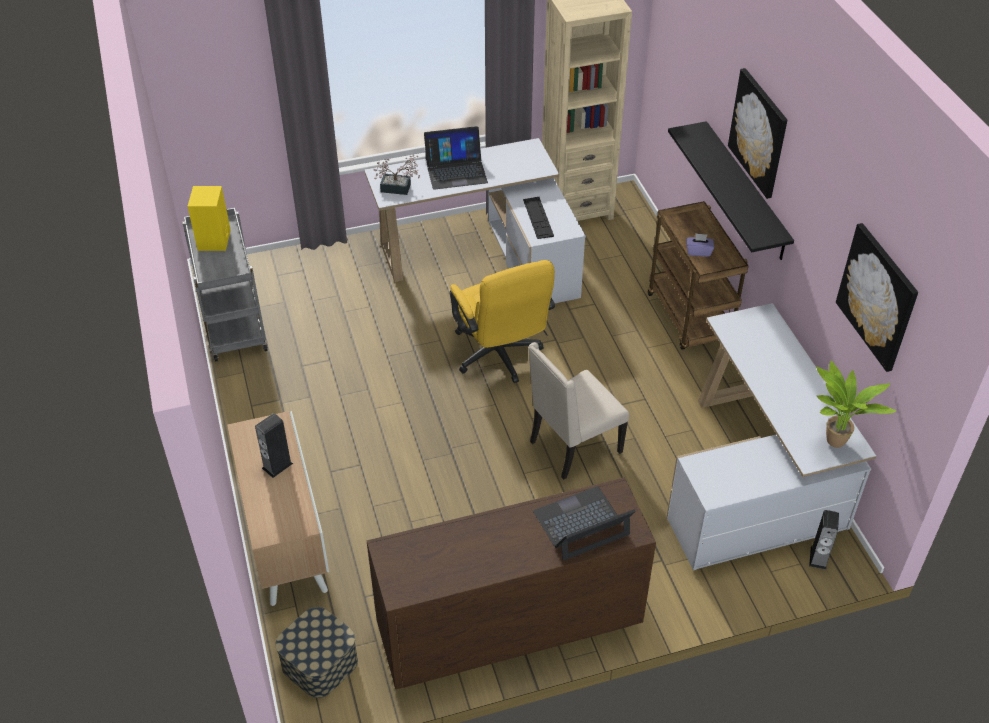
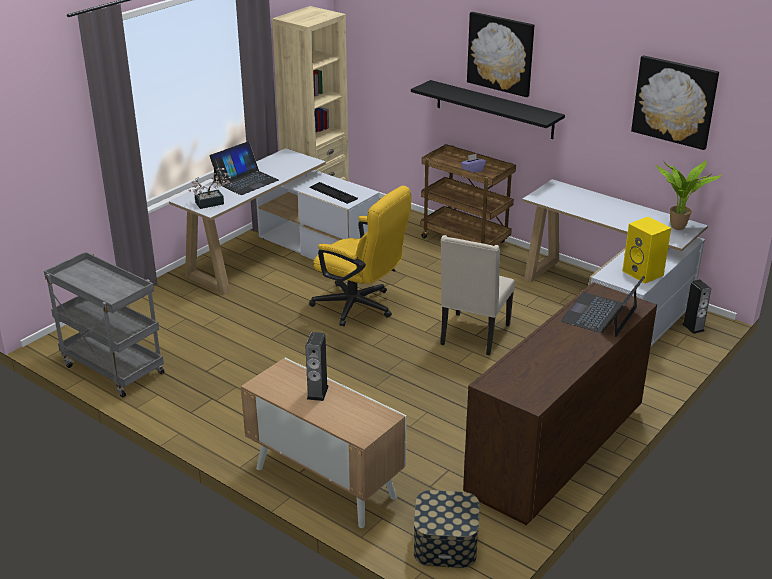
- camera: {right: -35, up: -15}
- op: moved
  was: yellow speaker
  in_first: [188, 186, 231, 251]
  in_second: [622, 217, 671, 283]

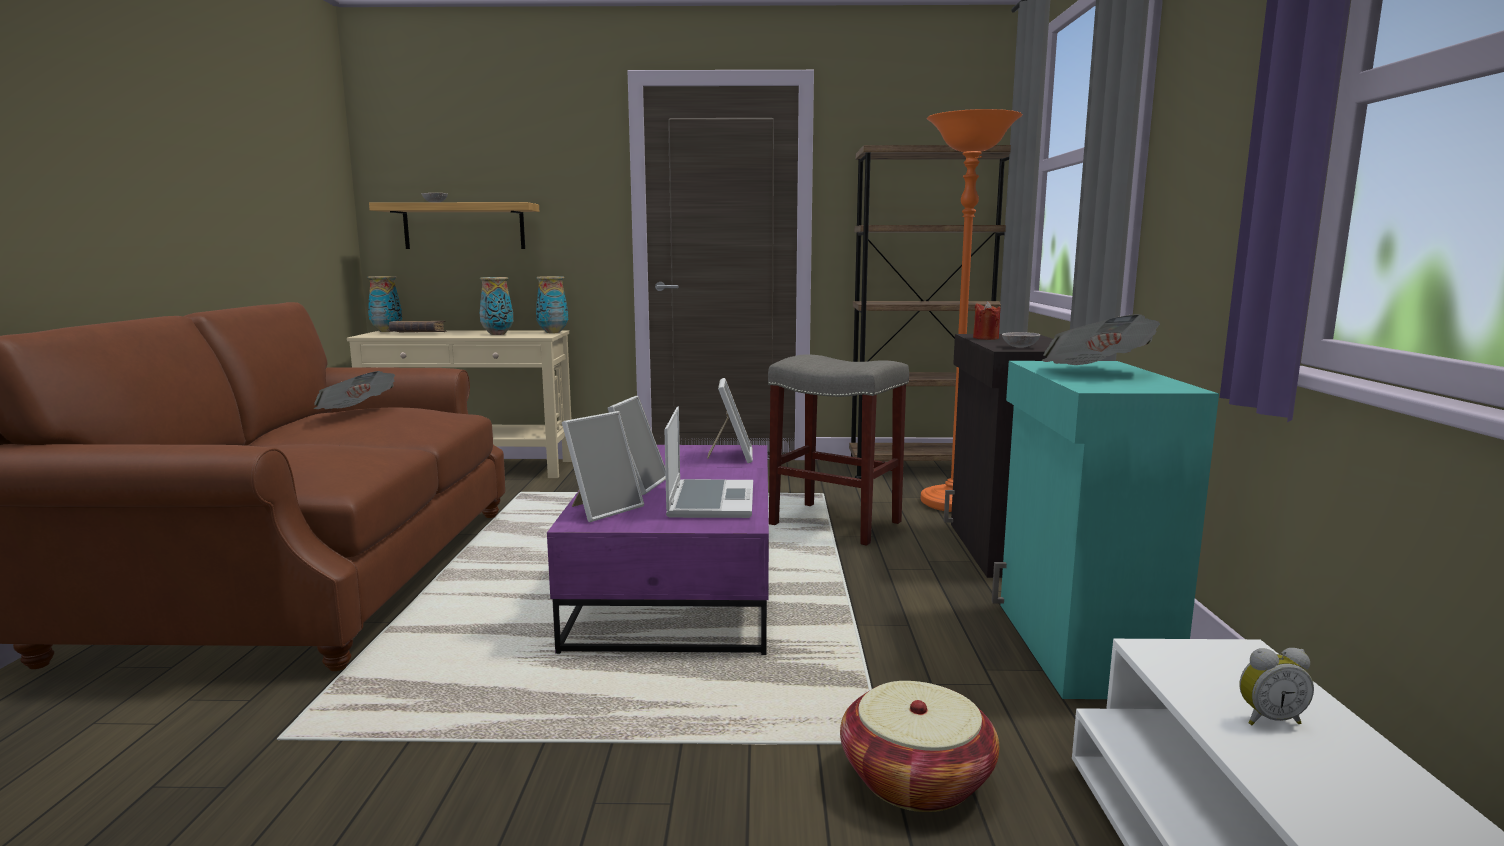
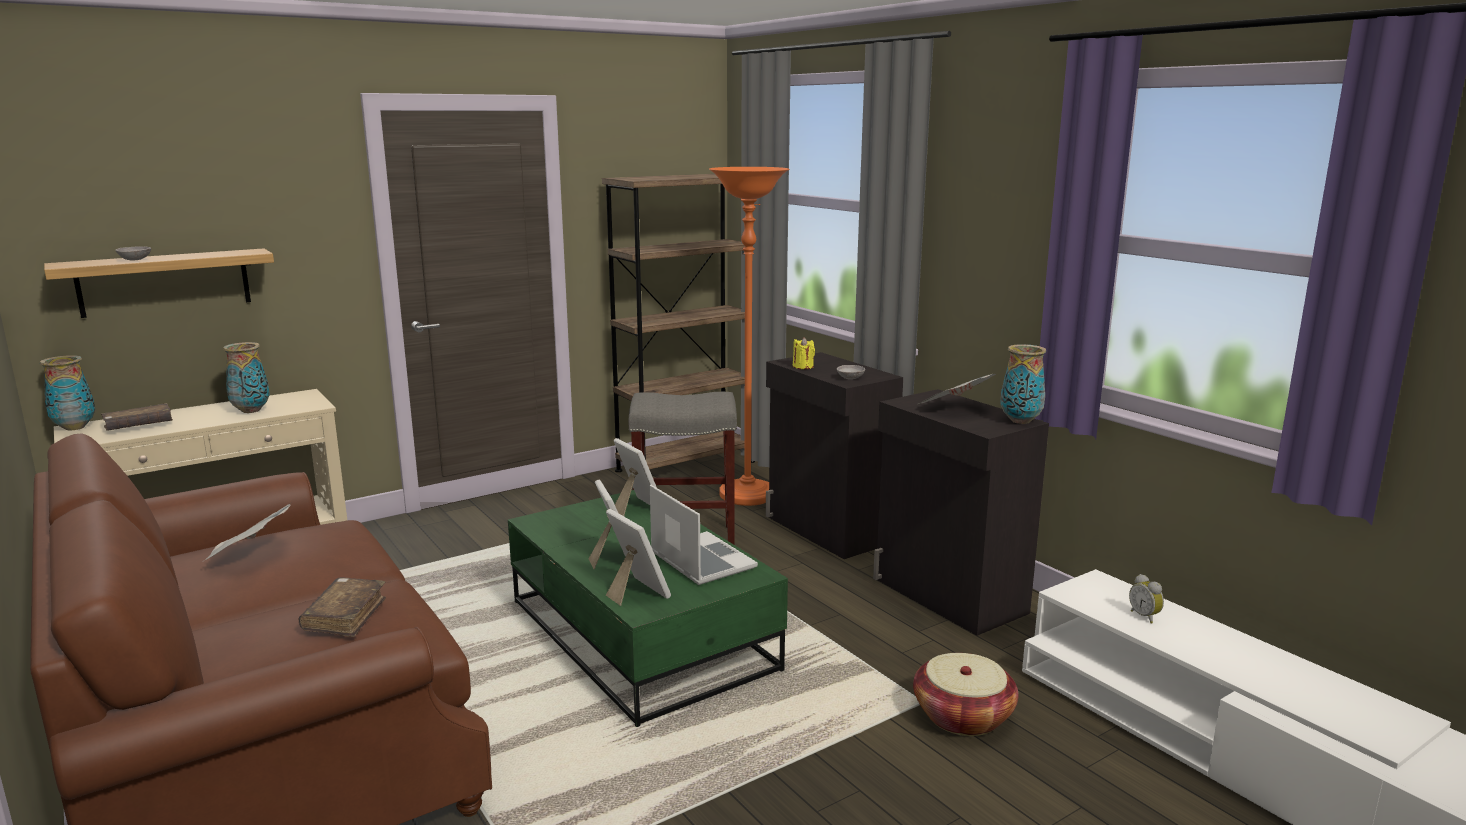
- camera: {right: -35, up: 5}
- op: moved
  was: vase
  in_first: [536, 276, 568, 333]
  in_second: [1000, 344, 1046, 424]
- op: recoloured
  was: purple coffee table
  now: green coffee table
  in_first: [547, 445, 769, 655]
  in_second: [508, 490, 788, 727]
- op: turned
  was: picture frame
  in_first: [562, 411, 644, 522]
  in_second: [606, 509, 671, 606]
  clockwise: -45
- op: recoloured
  was: red candle
  now: yellow candle
  in_first: [973, 301, 1000, 340]
  in_second: [793, 337, 815, 369]
- op: recoloured
  was: turquoise cabinet
  now: black cabinet
  in_first: [992, 361, 1219, 699]
  in_second: [873, 389, 1049, 636]
- op: turned
  was: alarm clock
  in_first: [1239, 648, 1314, 725]
  in_second: [1129, 574, 1164, 623]
  clockwise: 105
- op: added
  now: brown book
  in_second: [299, 577, 386, 637]

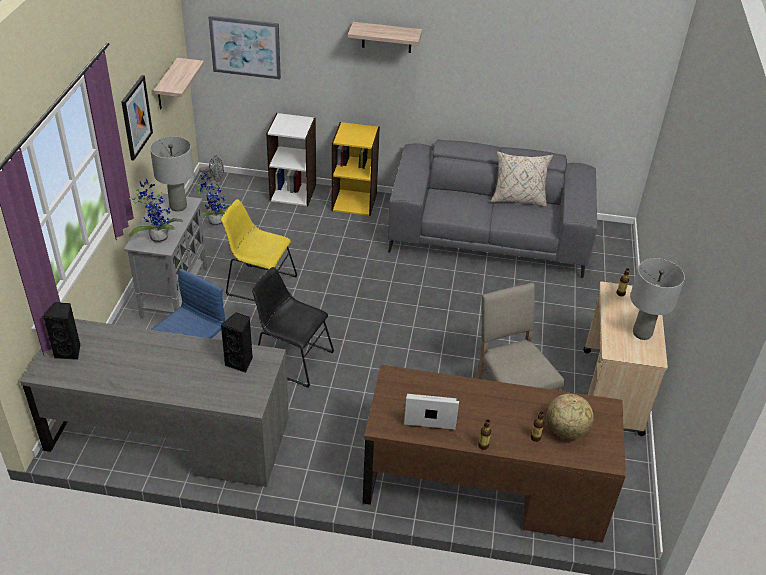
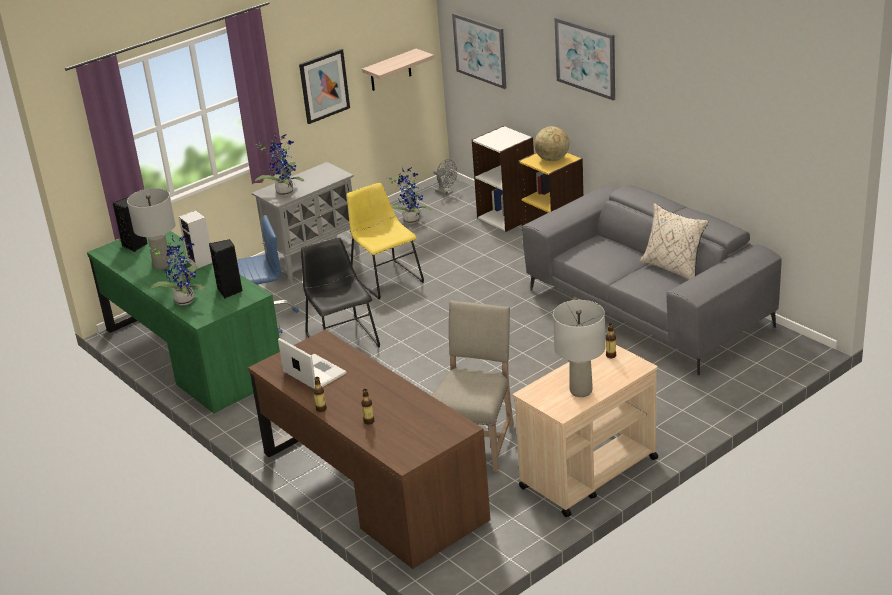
- camera: {right: 45, up: -10}
- op: recoloured
  was: grey desk
  now: green desk
  in_first: [20, 319, 289, 487]
  in_second: [87, 231, 280, 413]
- op: moved
  was: grey table lamp
  in_first: [150, 137, 194, 212]
  in_second: [127, 188, 175, 269]
- op: replaced
  was: shelf
  now: picture
  in_first: [348, 22, 422, 53]
  in_second: [555, 17, 615, 100]
- op: moved
  was: globe
  in_first: [547, 394, 594, 440]
  in_second: [534, 126, 570, 161]
- op: added
  now: potted plant
  in_second: [150, 235, 206, 305]
- op: added
  now: speaker
  in_second: [178, 210, 212, 269]

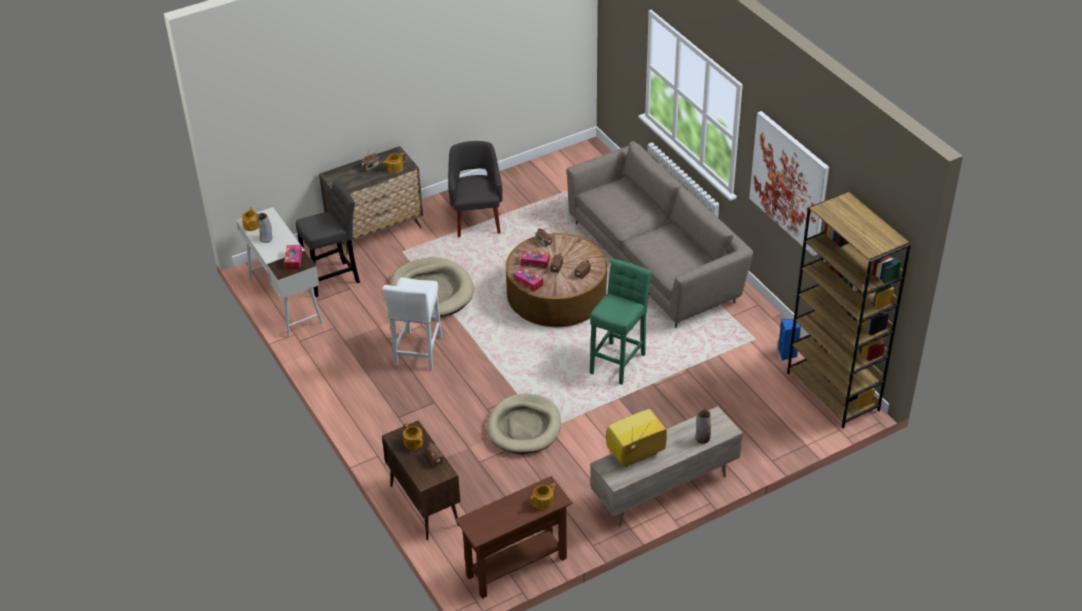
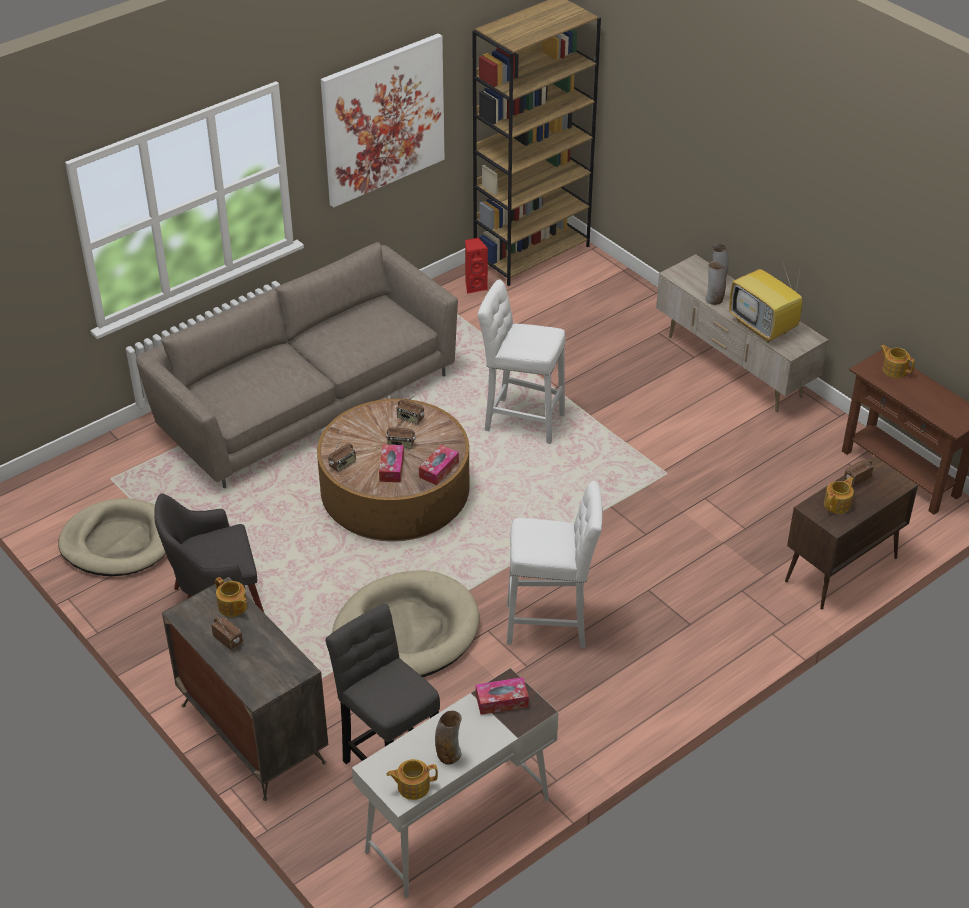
- camera: {right: -100, up: 0}
- op: moved
  was: beige dog bed
  in_first: [487, 394, 561, 454]
  in_second: [59, 498, 166, 576]
- op: recoloured
  was: green stool
  now: white stool
  in_first: [590, 259, 652, 385]
  in_second: [478, 279, 565, 444]
- op: recoloured
  was: blue speaker
  now: red speaker
  in_first: [778, 319, 801, 361]
  in_second: [465, 238, 488, 294]
- op: added
  now: vase
  in_second: [705, 261, 726, 305]

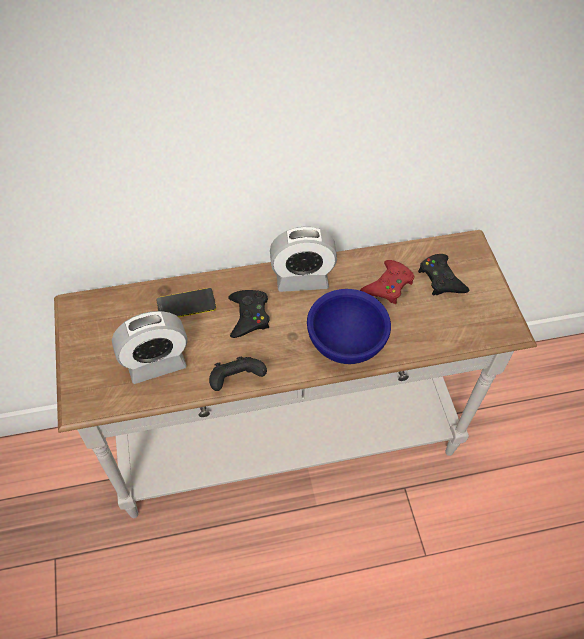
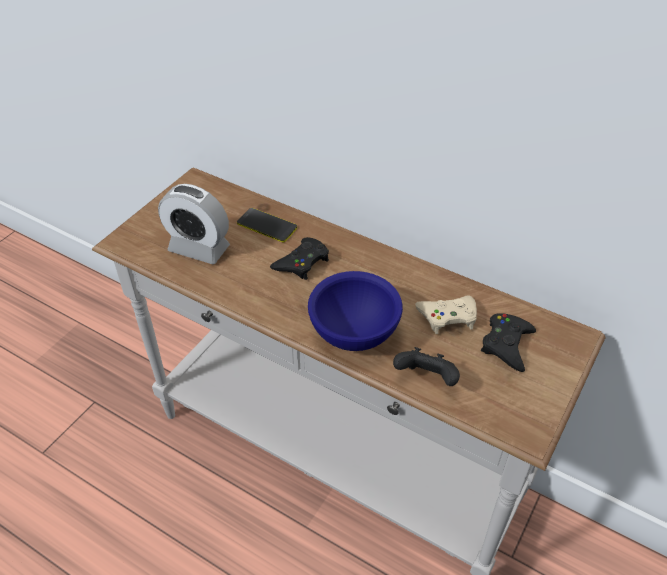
- camera: {right: 45, up: -10}
- op: moved
  was: black game controller
  in_first: [209, 357, 267, 391]
  in_second: [393, 347, 460, 386]
- op: removed
  was: alarm clock
  in_first: [270, 227, 337, 292]
- op: recoloured
  was: red game controller
  now: beige game controller
  in_first: [360, 260, 414, 304]
  in_second: [415, 295, 477, 334]

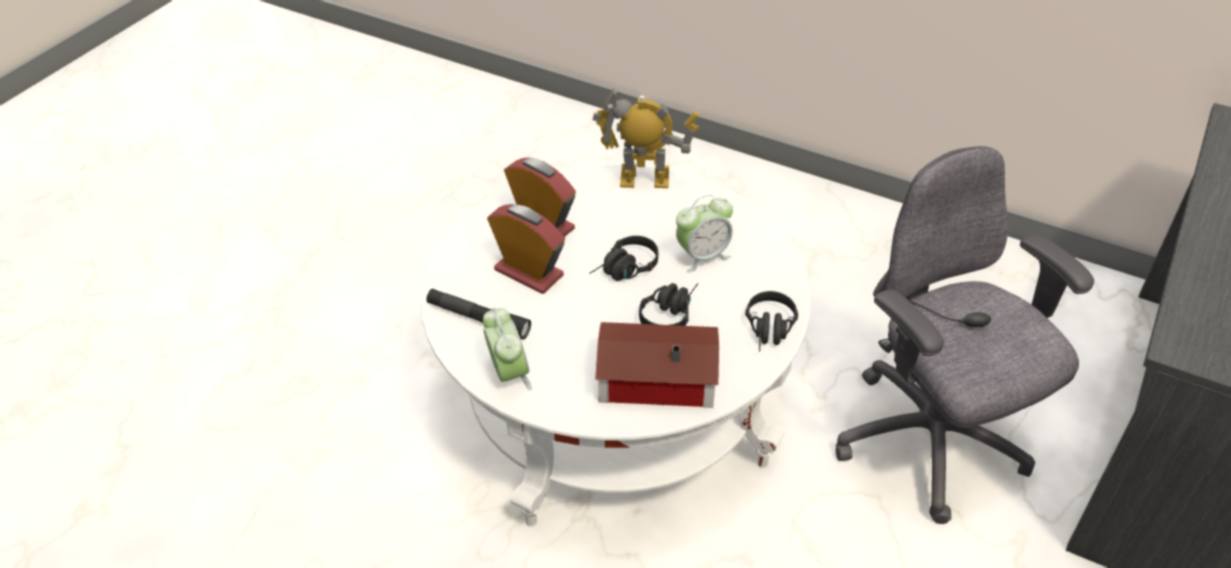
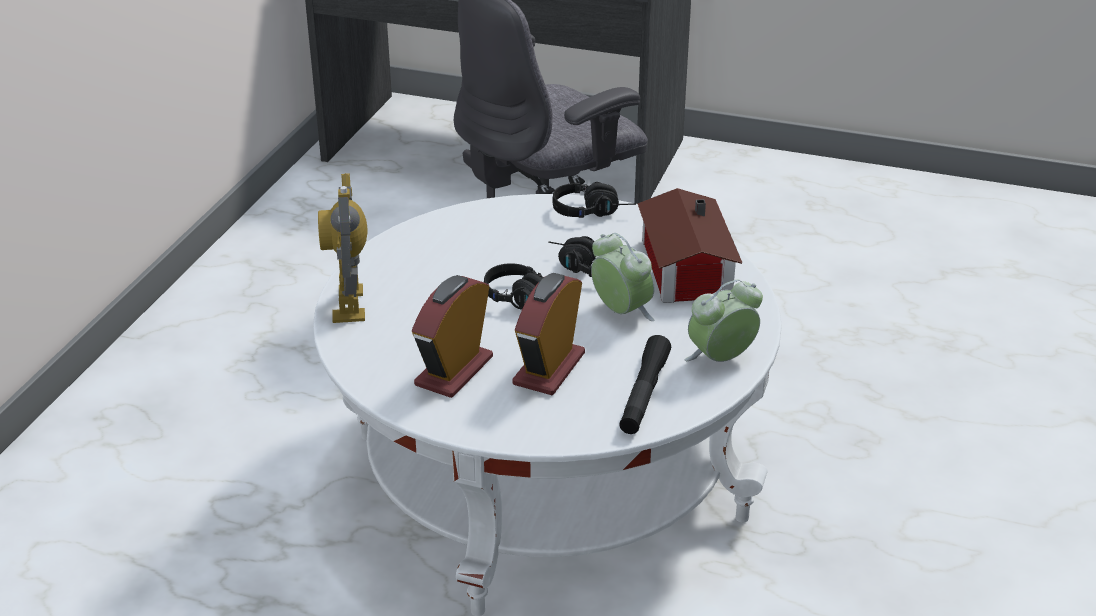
- camera: {right: -100, up: -10}
- op: moved
  was: alarm clock
  in_first: [676, 195, 733, 272]
  in_second: [591, 233, 655, 321]

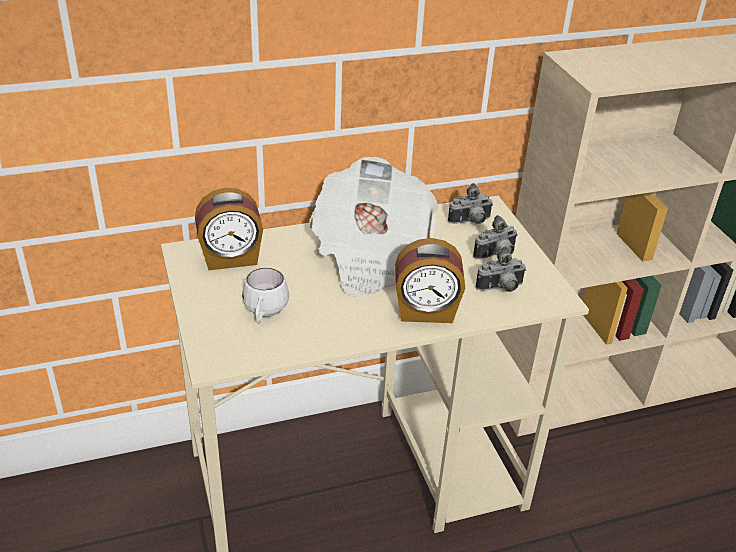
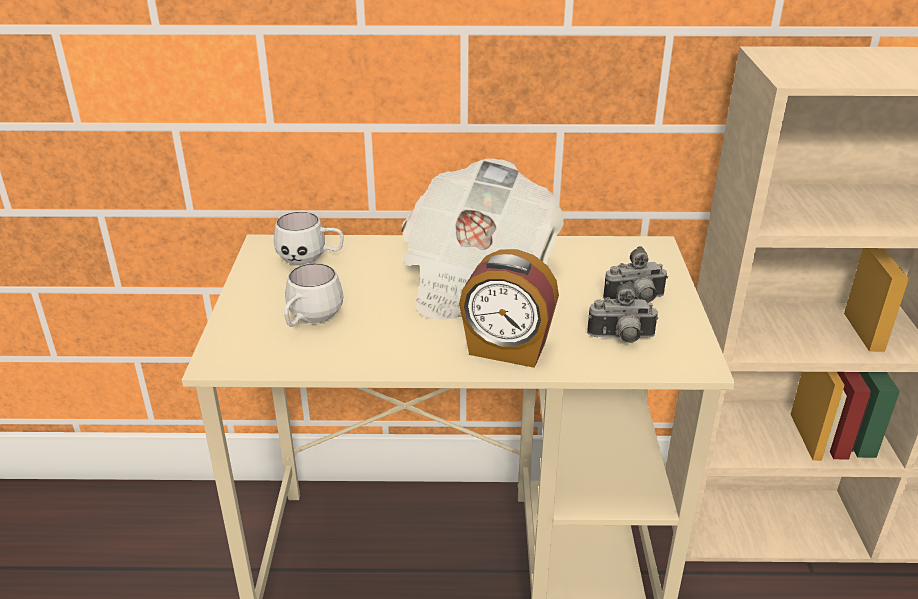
- camera: {right: 20, up: -5}
- op: replaced
  was: alarm clock
  now: white mug
  in_first: [195, 188, 263, 270]
  in_second: [274, 212, 344, 265]
- op: removed
  was: photo camera
  in_first: [448, 183, 493, 224]

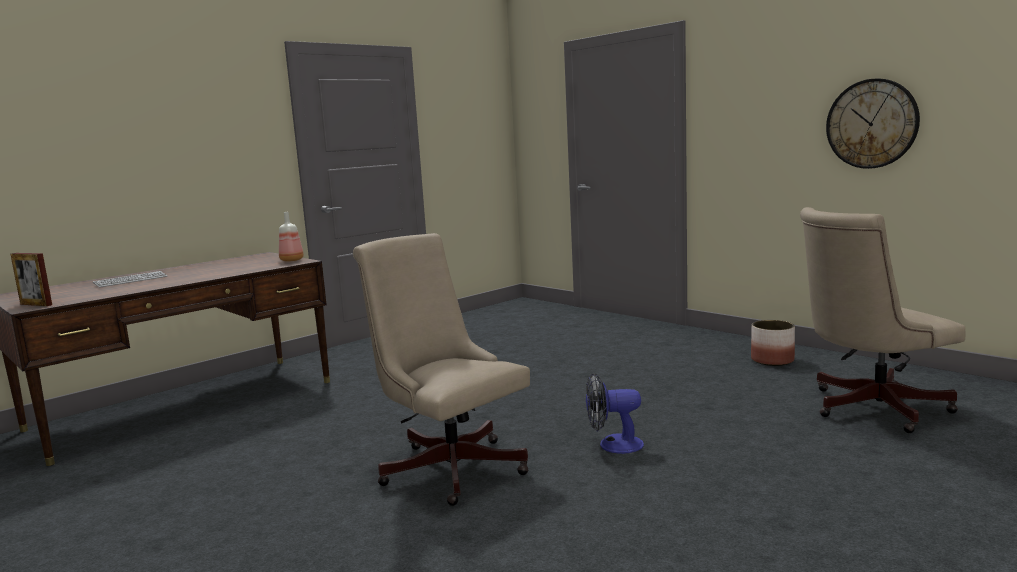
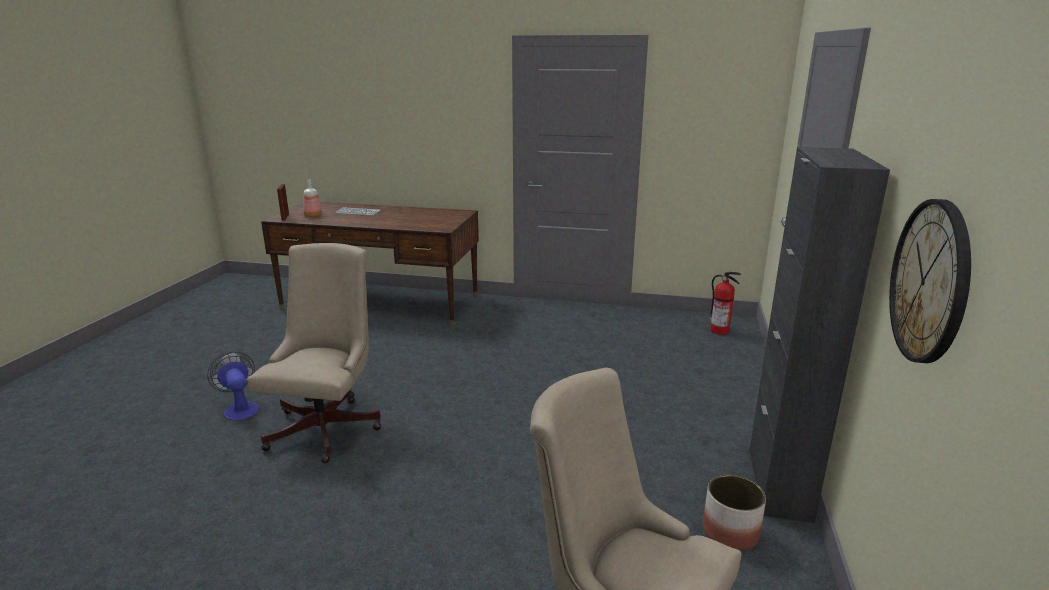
- camera: {right: 55, up: 10}
- op: moved
  was: bottle
  in_first: [279, 212, 304, 262]
  in_second: [303, 180, 322, 217]
- op: moved
  was: fan
  in_first: [586, 373, 644, 454]
  in_second: [207, 352, 259, 421]
- op: added
  now: fire extinguisher
  in_second: [709, 272, 741, 335]
- op: added
  now: black cabinet
  in_second: [749, 147, 890, 523]

